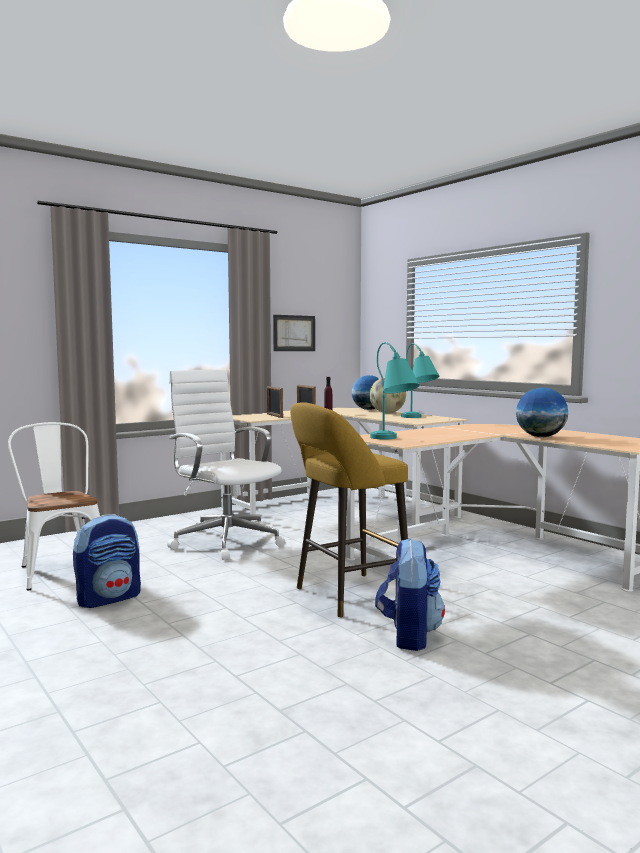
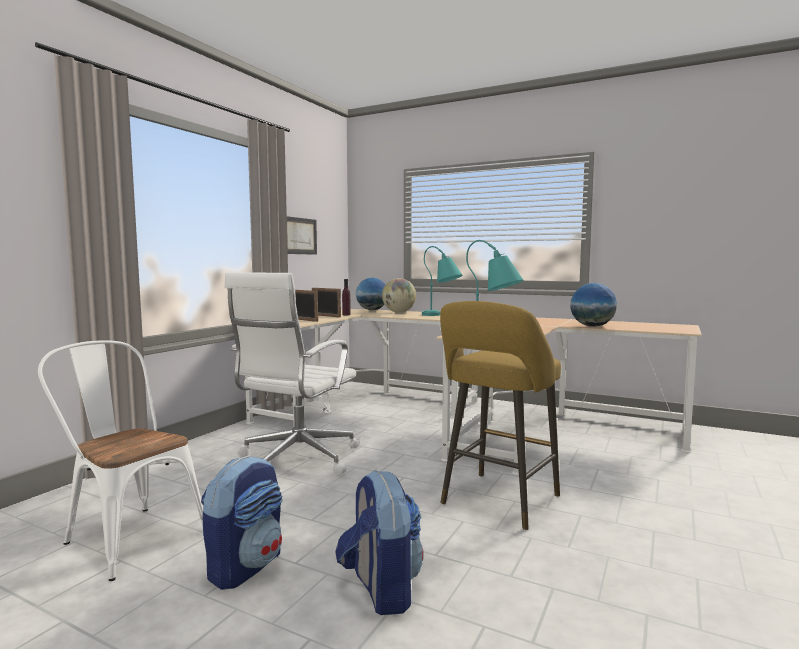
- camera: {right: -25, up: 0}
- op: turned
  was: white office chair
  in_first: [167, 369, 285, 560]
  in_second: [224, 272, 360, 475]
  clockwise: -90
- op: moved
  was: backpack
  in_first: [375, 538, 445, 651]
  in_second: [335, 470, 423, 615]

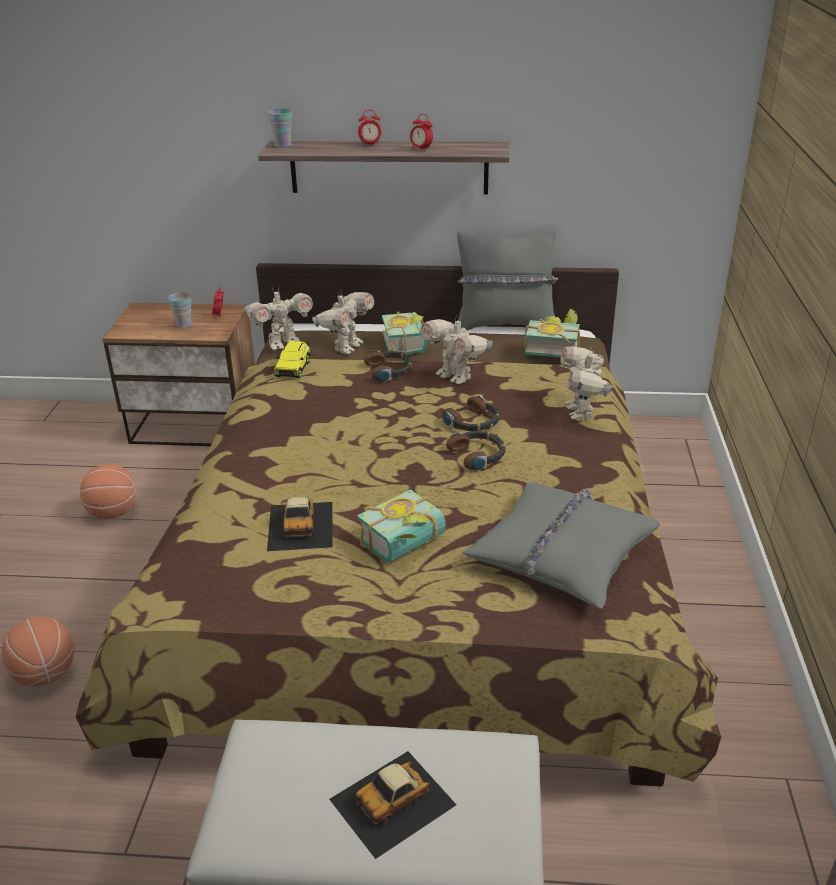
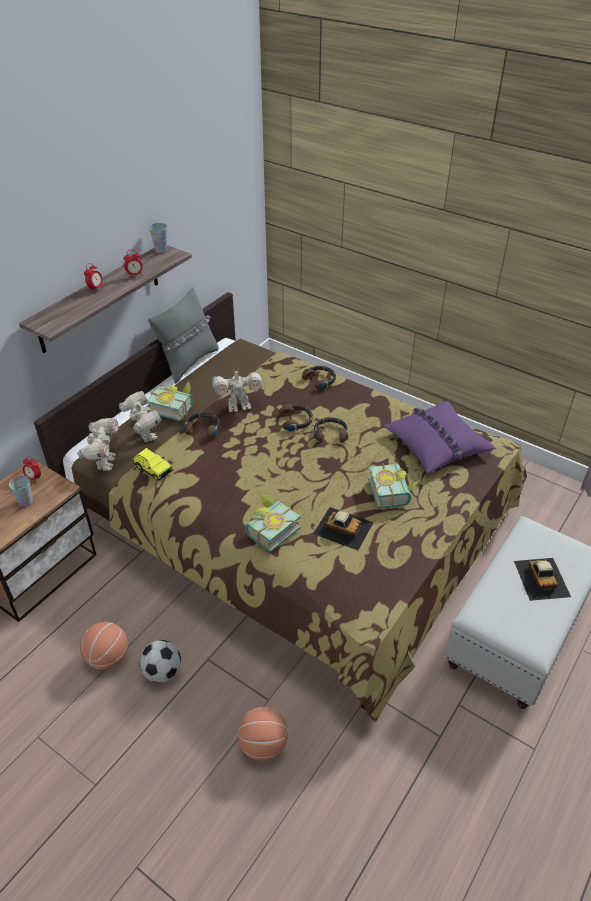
- camera: {right: -60, up: 10}
- op: moved
  was: cup
  in_first: [268, 109, 292, 148]
  in_second: [149, 223, 167, 253]
- op: recoloured
  was: grey pillow
  now: purple pillow
  in_first: [463, 482, 660, 609]
  in_second: [384, 401, 496, 473]
- op: moved
  was: book
  in_first: [525, 309, 580, 357]
  in_second: [245, 493, 300, 553]
- op: replaced
  was: toy robot
  now: headphones
  in_first: [561, 346, 613, 420]
  in_second: [302, 366, 336, 390]
- op: added
  now: football
  in_second: [140, 640, 181, 683]

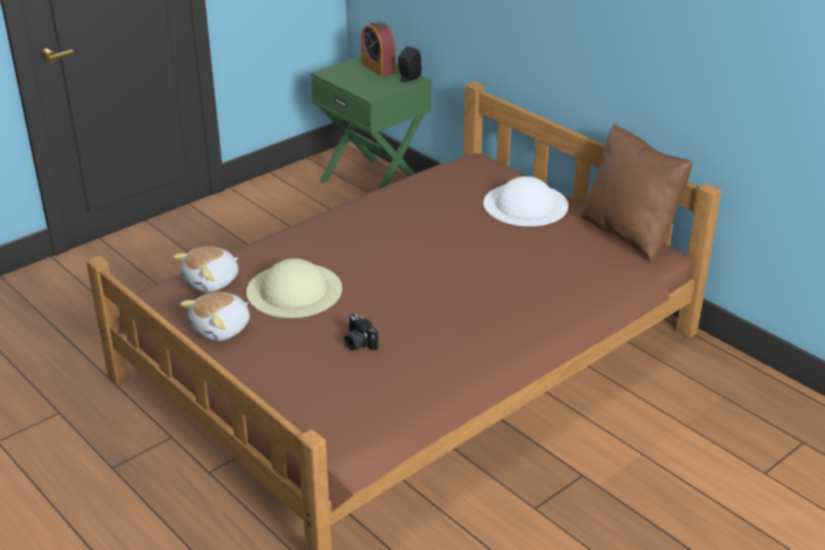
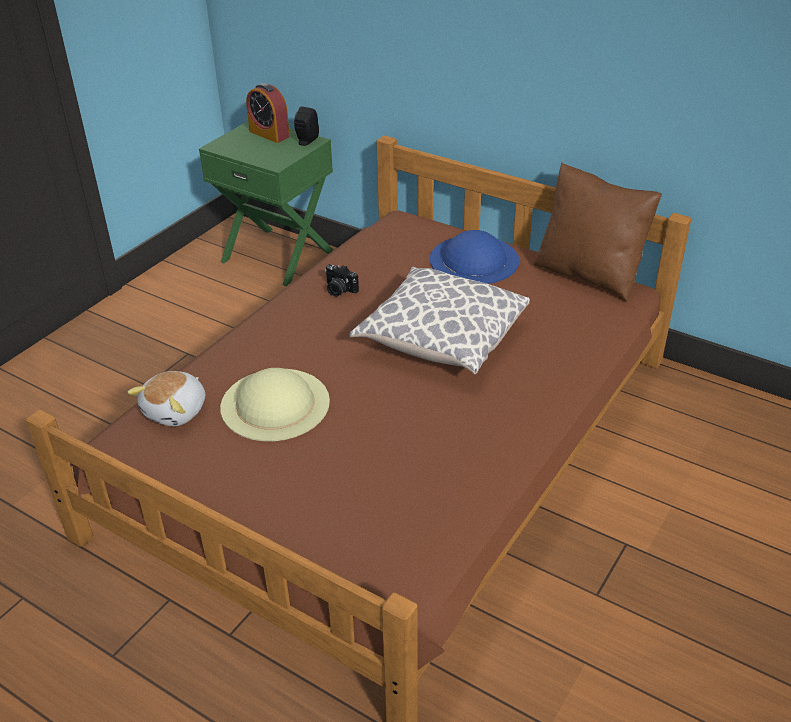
- camera: {right: -15, up: 5}
- op: removed
  was: plush toy
  in_first: [180, 292, 250, 341]
- op: moved
  was: photo camera
  in_first: [344, 314, 378, 351]
  in_second: [325, 264, 359, 297]
- op: recoloured
  was: white hat
  now: blue hat
  in_first: [483, 176, 569, 226]
  in_second: [430, 230, 519, 284]
- op: added
  now: pillow
  in_second: [350, 267, 530, 374]

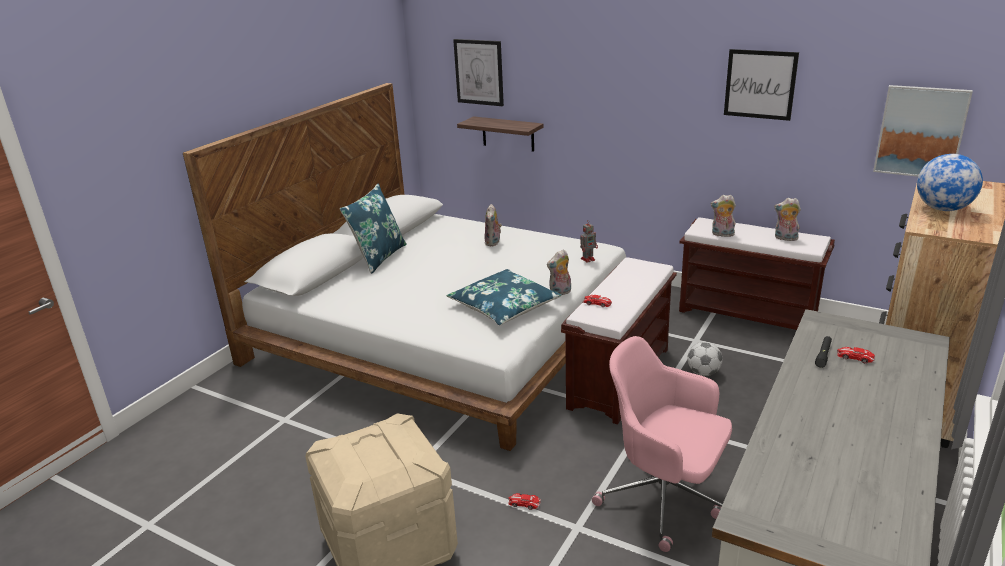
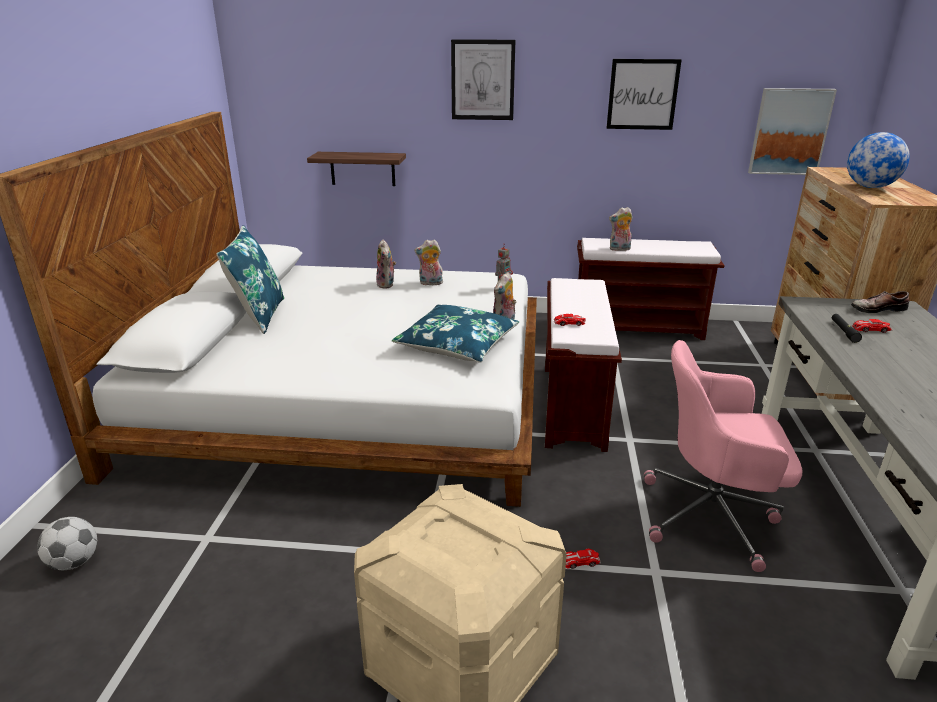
- camera: {right: -25, up: 0}
- op: moved
  was: picture
  in_first: [453, 39, 504, 106]
  in_second: [451, 39, 515, 120]
- op: moved
  was: football
  in_first: [687, 342, 722, 376]
  in_second: [37, 517, 97, 570]
- op: moved
  was: plush toy
  in_first: [774, 198, 801, 241]
  in_second: [415, 239, 443, 285]
- op: added
  now: shoe
  in_second: [851, 291, 909, 313]

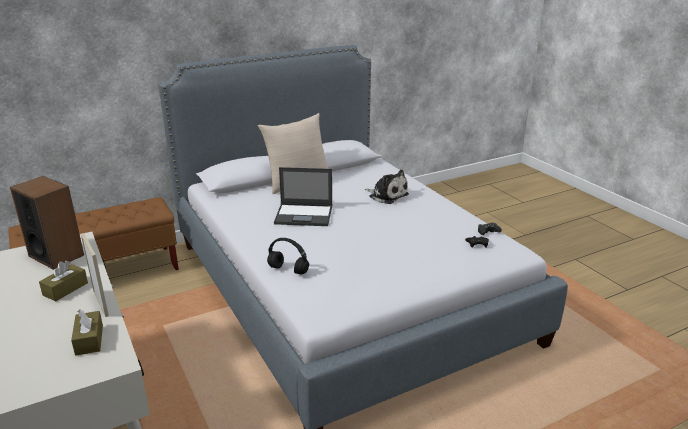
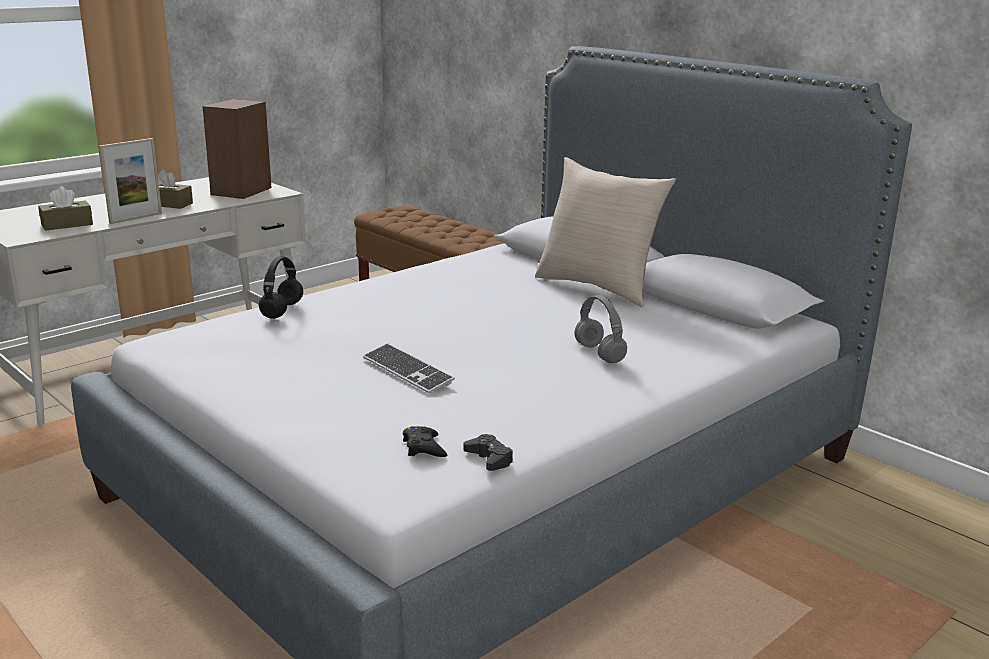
- camera: {right: 75, up: -5}
- op: removed
  was: laptop
  in_first: [274, 167, 332, 226]
- op: replaced
  was: plush toy
  now: grey headphones
  in_first: [365, 170, 409, 204]
  in_second: [575, 295, 627, 363]
- op: added
  now: keyboard
  in_second: [363, 343, 455, 393]

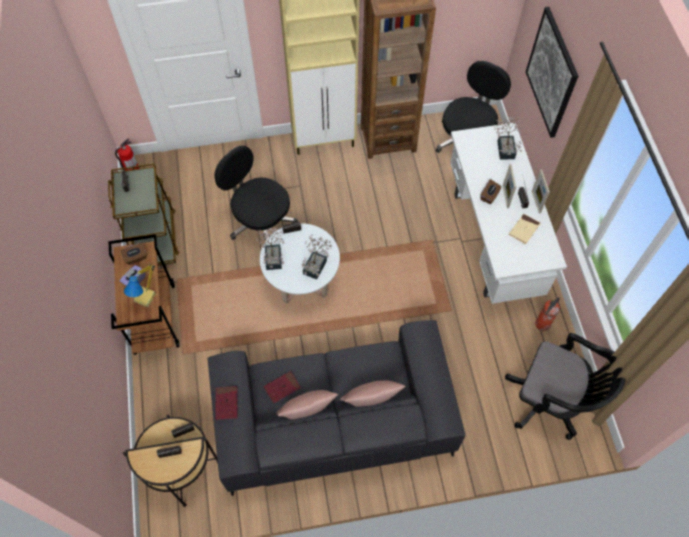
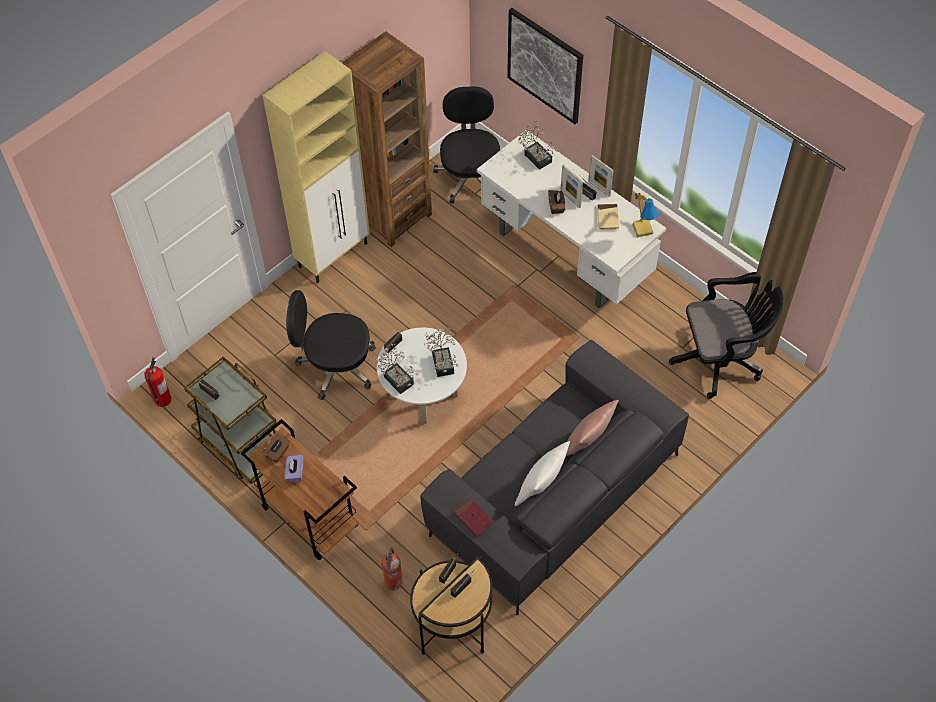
- camera: {right: -35, up: -5}
- op: moved
  was: table lamp
  in_first: [124, 264, 156, 307]
  in_second: [632, 193, 659, 237]
- op: removed
  was: red book
  in_first: [264, 371, 301, 403]
- op: recoloured
  was: pink pillow
  now: white pillow
  in_first: [276, 390, 338, 419]
  in_second: [515, 441, 570, 506]
- op: moved
  was: fire extinguisher
  in_first: [535, 297, 560, 331]
  in_second: [381, 547, 403, 590]

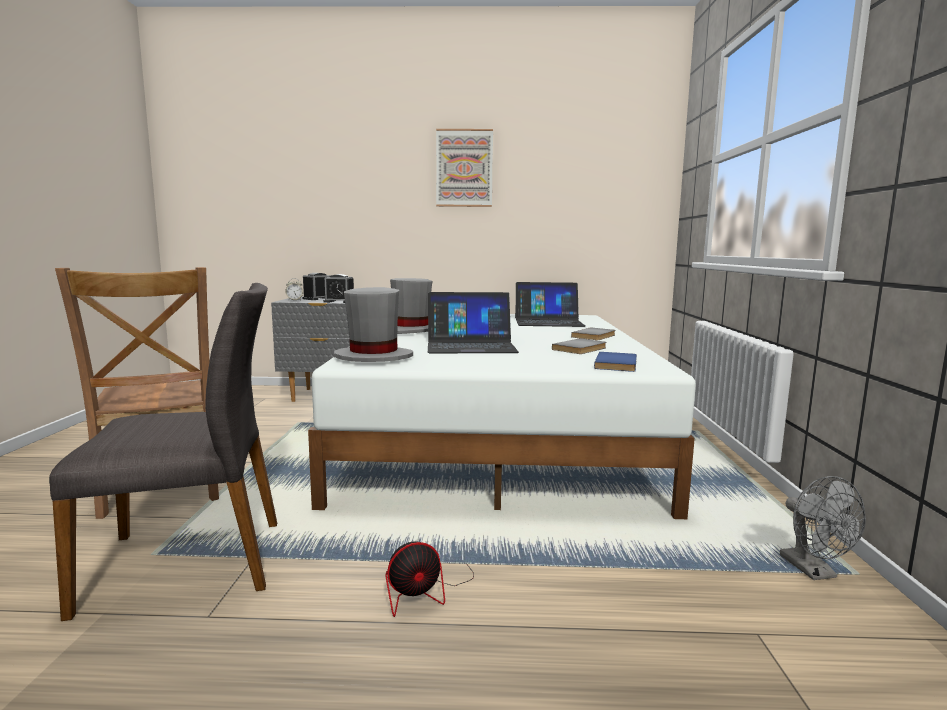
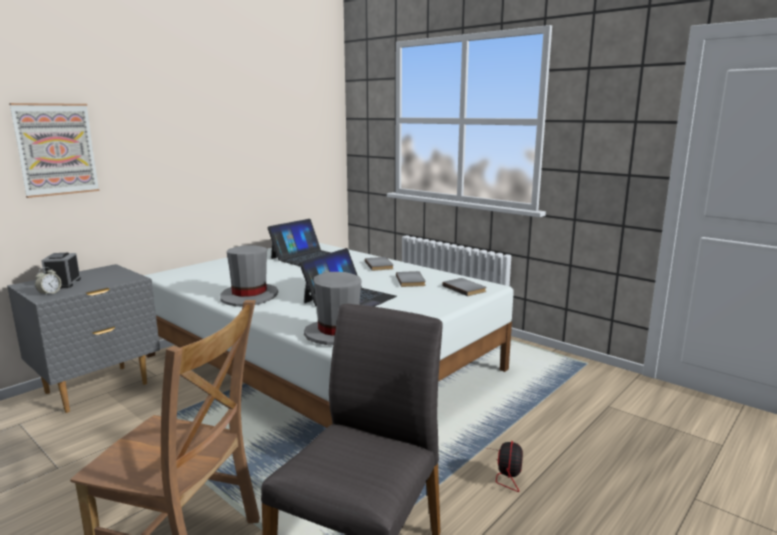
- camera: {right: -50, up: 5}
- op: removed
  was: alarm clock
  in_first: [323, 274, 354, 303]
- op: moved
  was: picture
  in_first: [436, 129, 493, 207]
  in_second: [9, 103, 100, 198]
- op: recoloured
  was: blue book
  now: grey book
  in_first: [594, 352, 637, 372]
  in_second: [442, 278, 486, 296]
- op: removed
  was: grey fan
  in_first: [780, 476, 866, 580]

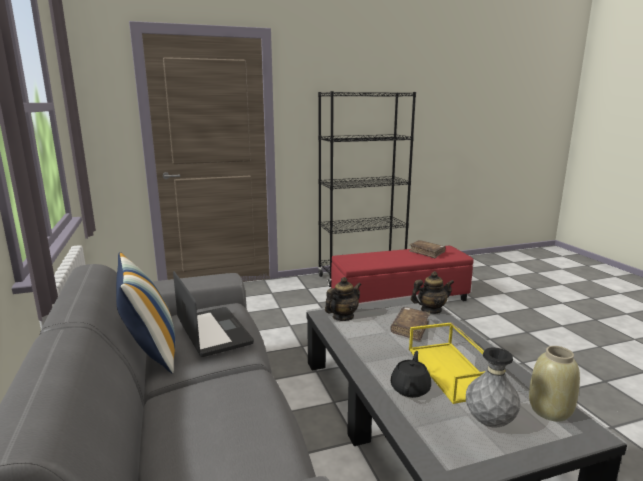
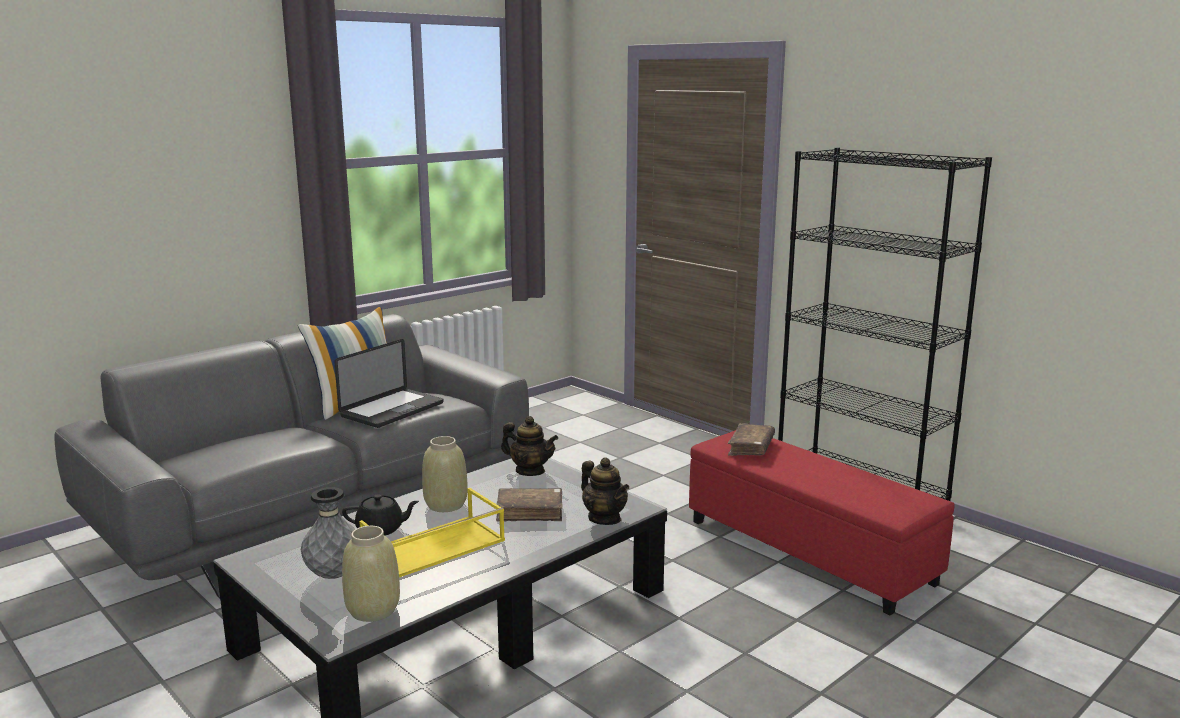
- camera: {right: 65, up: 0}
- op: moved
  was: brown book
  in_first: [409, 240, 446, 258]
  in_second: [728, 423, 775, 456]
- op: added
  now: beige vase
  in_second: [422, 436, 467, 512]

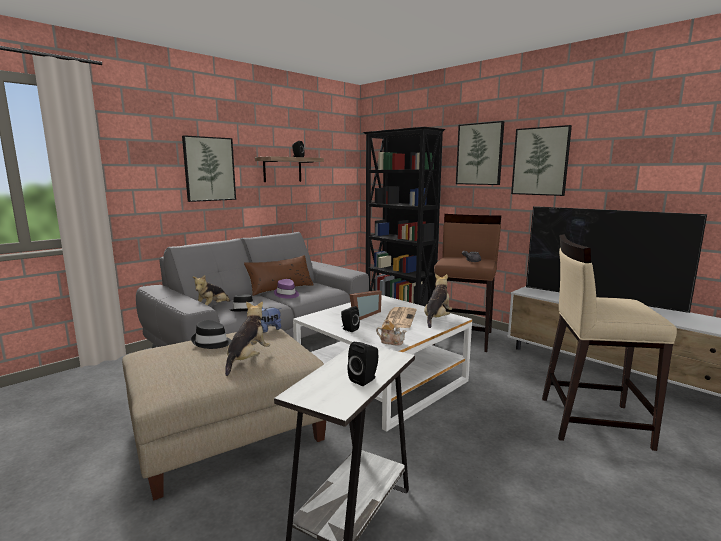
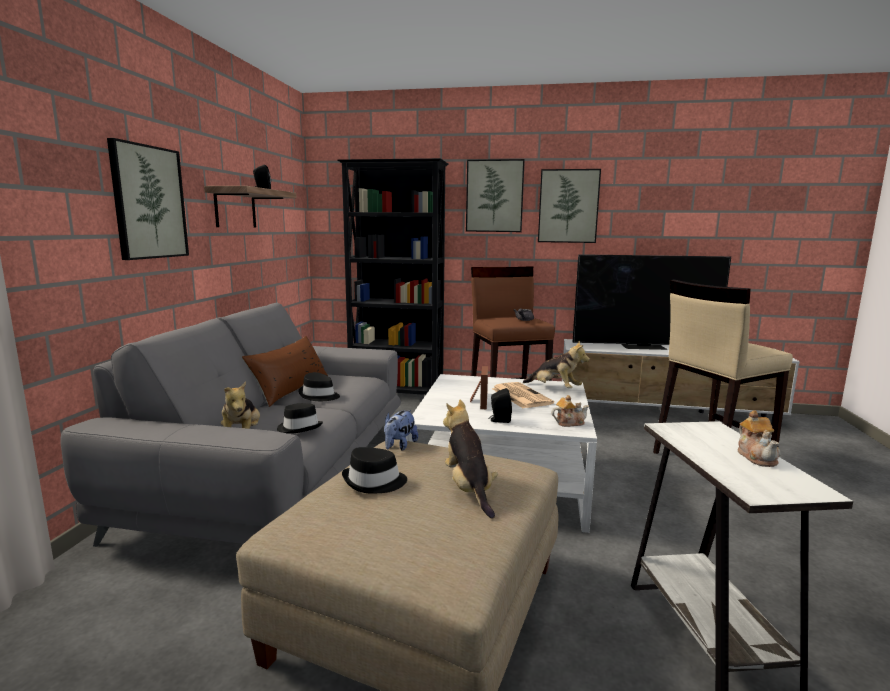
- camera: {right: -35, up: 0}
- op: recoloured
  was: purple hat
  now: black hat
  in_first: [274, 279, 299, 298]
  in_second: [298, 372, 340, 401]
- op: replaced
  was: black speaker
  now: teapot
  in_first: [348, 342, 378, 386]
  in_second: [738, 410, 780, 467]
- op: turned
  was: plush toy
  in_first: [424, 274, 452, 328]
  in_second: [523, 341, 590, 388]
  clockwise: 135

